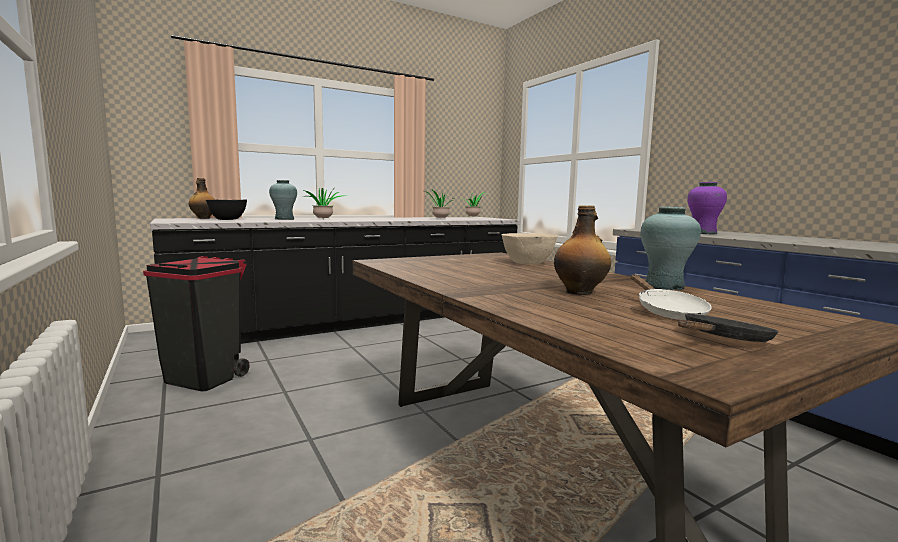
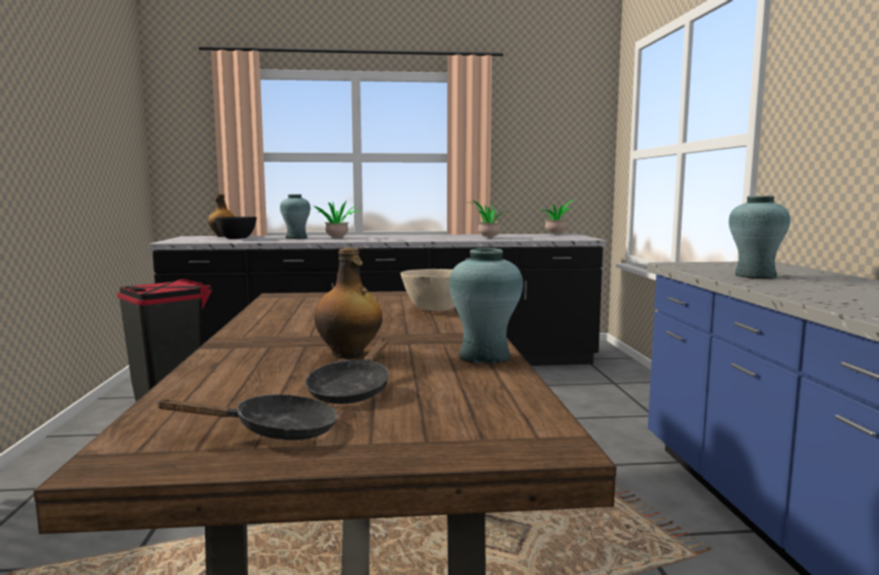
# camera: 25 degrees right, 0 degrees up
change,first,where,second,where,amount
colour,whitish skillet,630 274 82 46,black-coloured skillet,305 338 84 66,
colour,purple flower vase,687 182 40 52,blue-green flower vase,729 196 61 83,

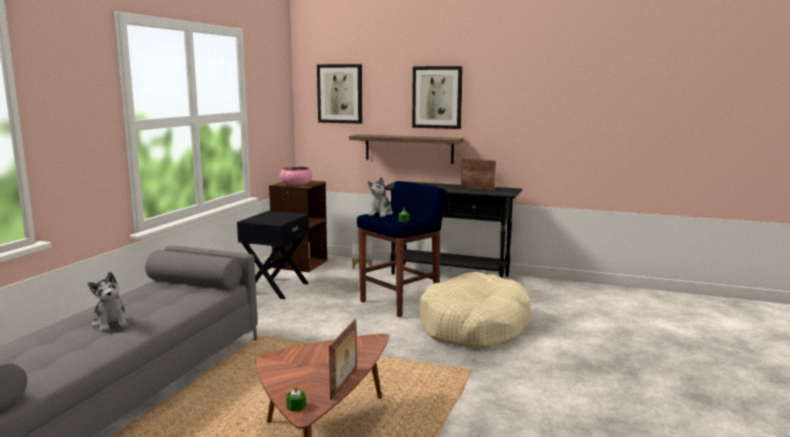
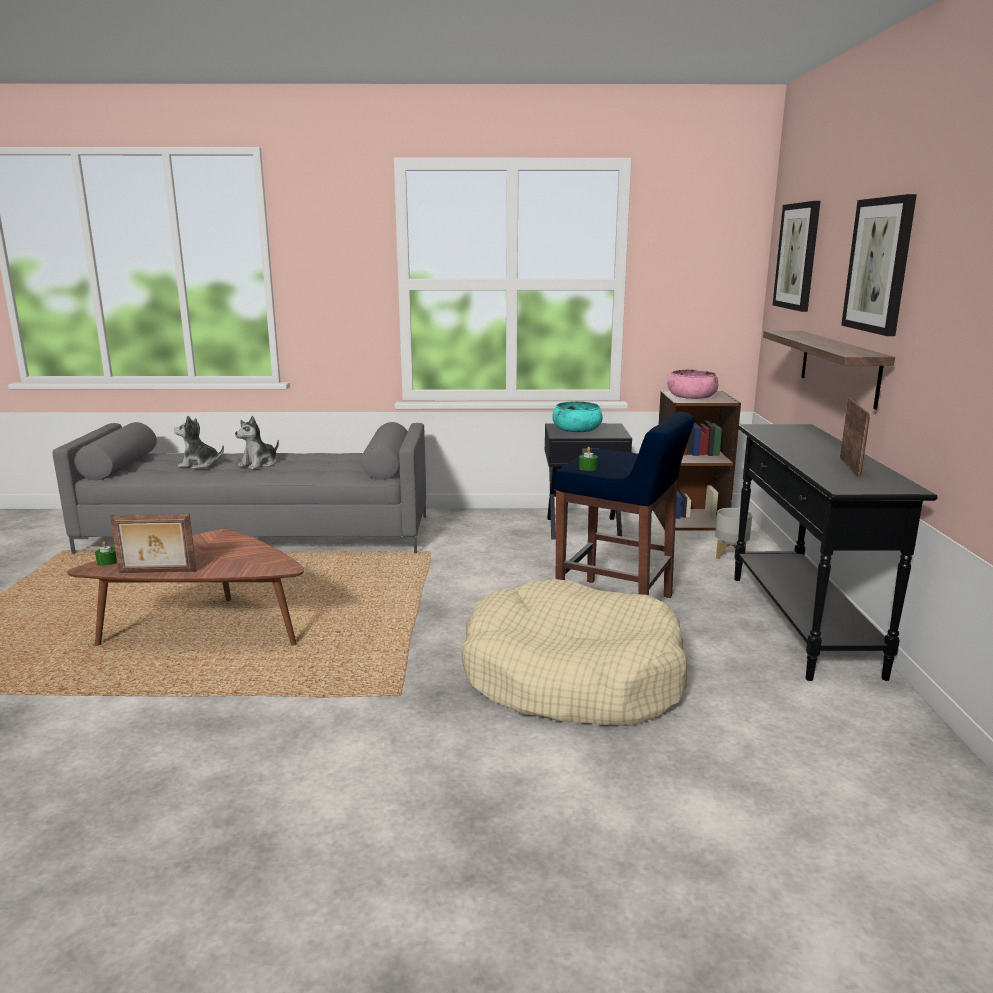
# camera: 70 degrees right, 5 degrees up
change,first,where,second,where,amount
appeared,,,blue-green serving bowl,552 401 51 31,
relocated,soft toy,368 177 25 40,,174 416 50 53,

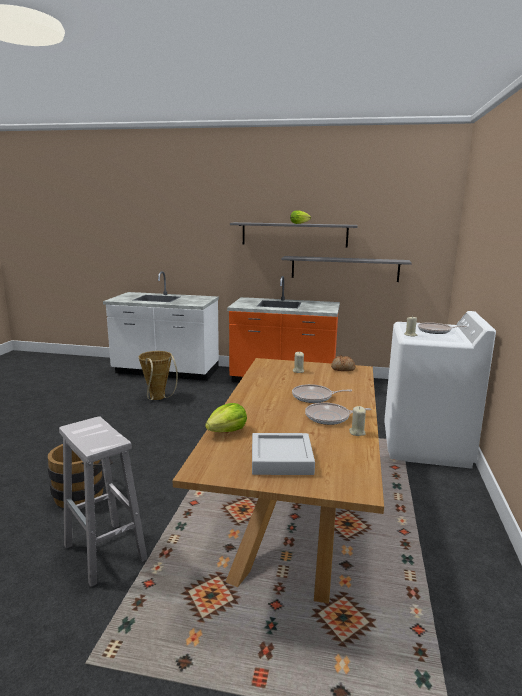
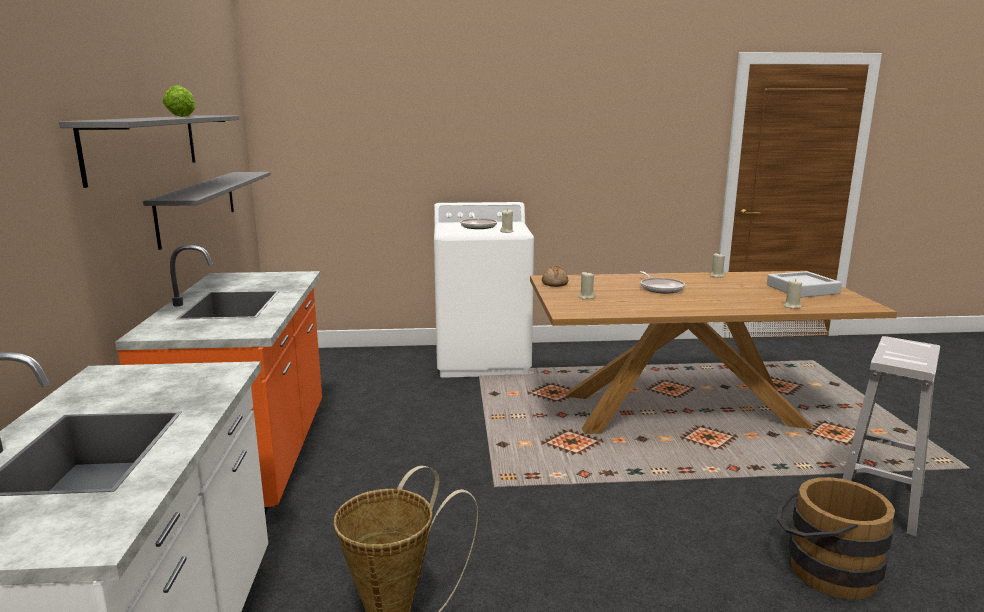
# camera: 105 degrees left, 0 degrees up
change,first,where,second,where,amount
missing,skillet,305 403 66 22,,,
exchanged,lettuce head,205 403 42 29,beige-coloured candle,784 280 18 29,

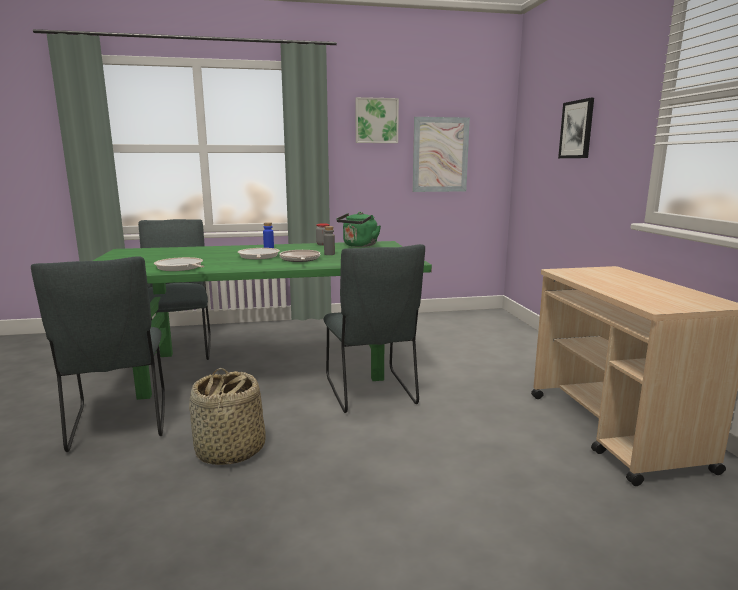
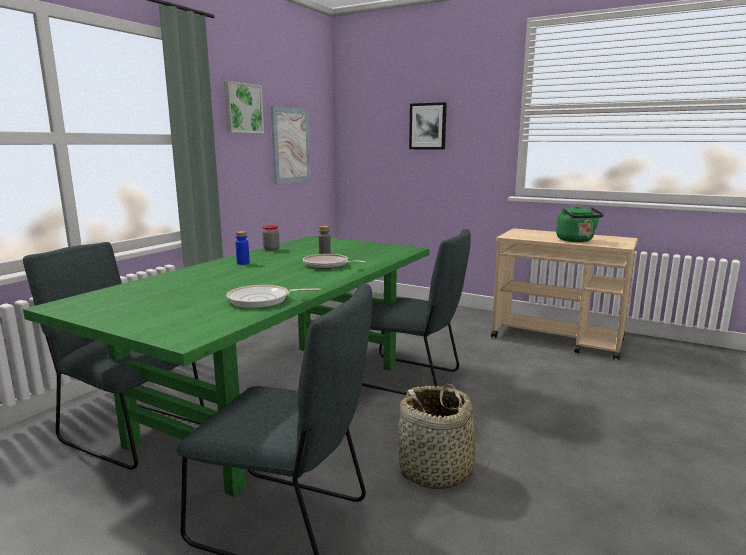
# camera: 50 degrees left, 0 degrees up
change,first,where,second,where,amount
missing,skillet,238 248 42 11,,,
relocated,green water kettle,336 212 45 35,,556 205 48 37,

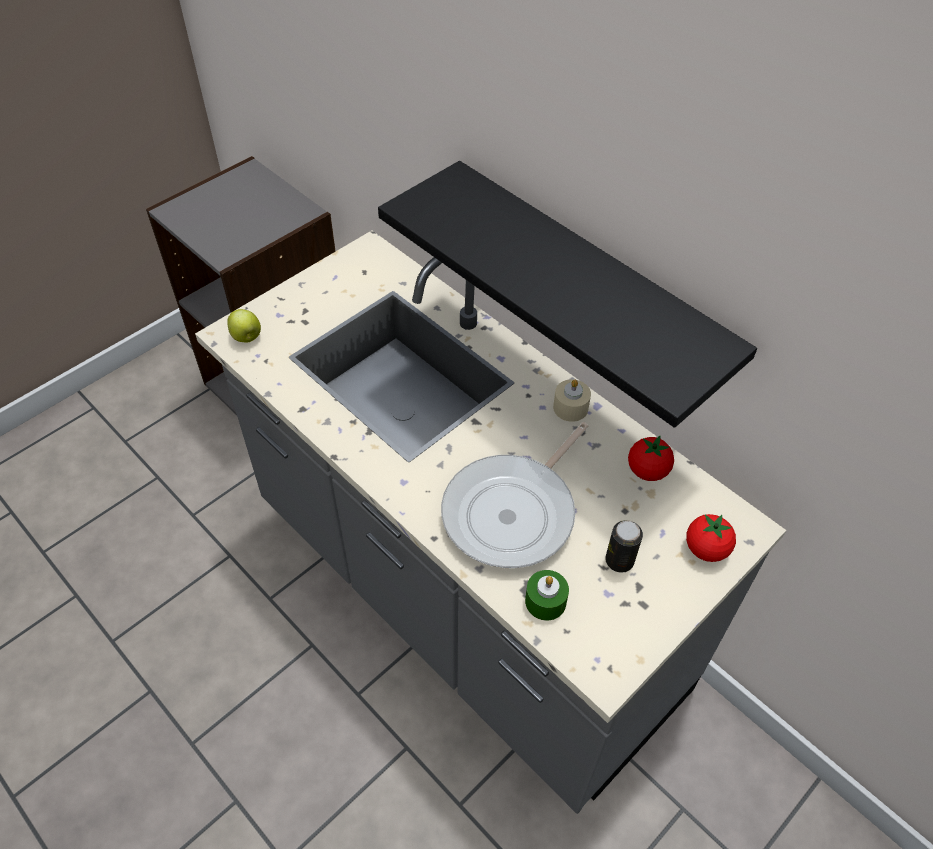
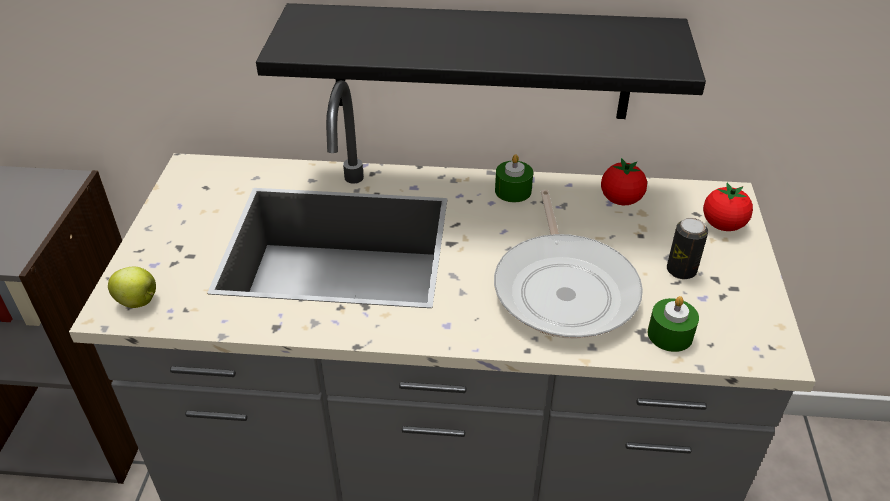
# camera: 40 degrees left, 10 degrees down
change,first,where,second,where,amount
colour,beige-coloured candle,553 379 38 43,green candle,495 154 38 48,

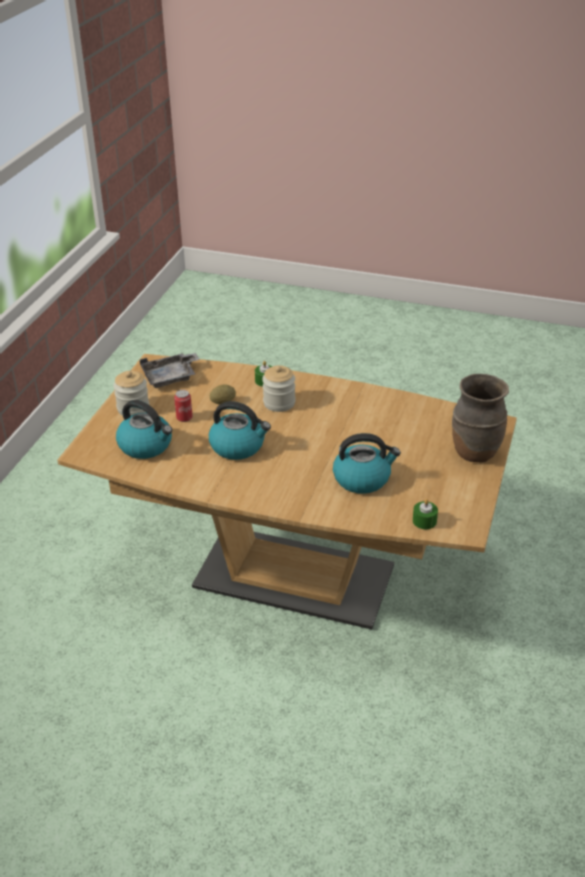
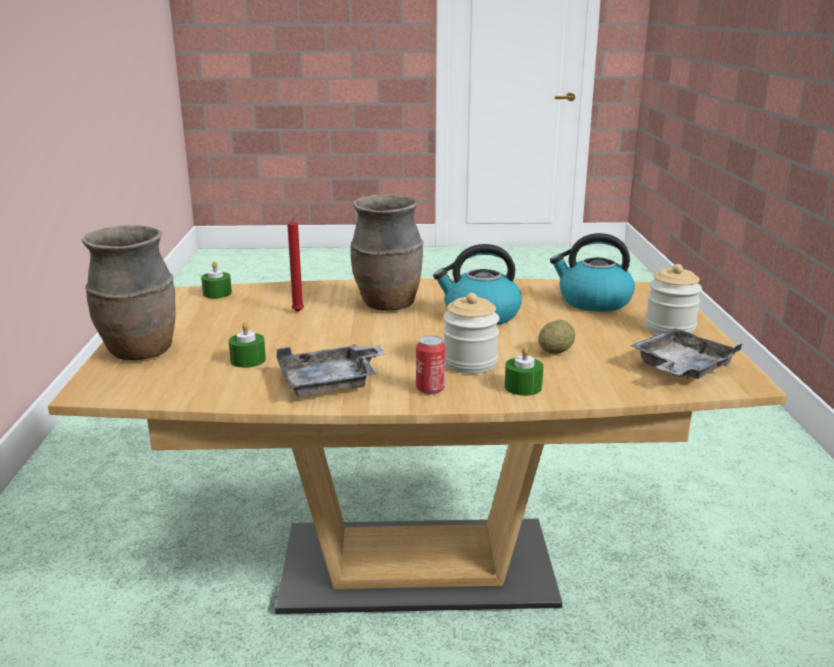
# camera: 160 degrees right, 15 degrees down
change,first,where,second,where,amount
appeared,,,green candle,229 322 37 46,
appeared,,,greyish serving tray,277 345 108 51,
appeared,,,brown-coloured flower vase,351 194 73 117,
relocated,sealed can,174 390 19 32,,416 335 30 60,
exchanged,water kettle,333 433 68 61,reddish candle,287 212 17 100,

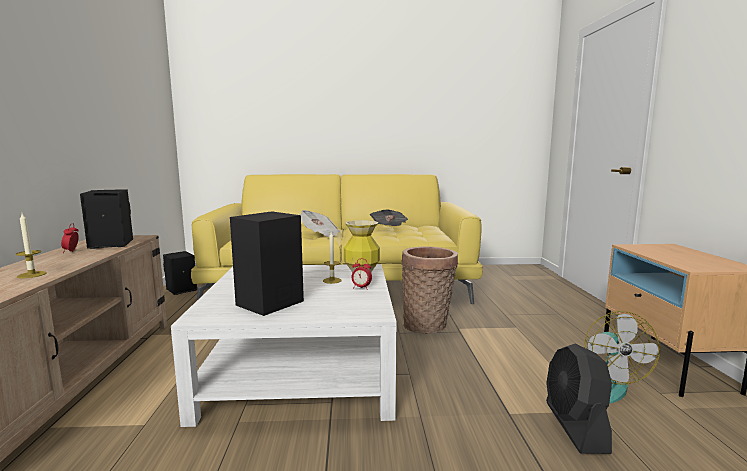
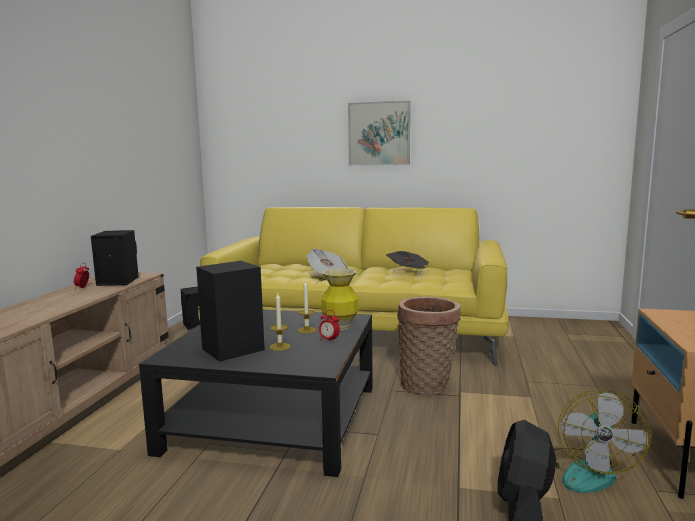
# camera: 15 degrees right, 0 degrees up
change,first,where,second,where,amount
appeared,,,wall art,348 101 62 64,
relocated,candle,16 214 31 64,,270 293 20 58,
colour,whitish coffee table,171 264 226 163,black-coloured coffee table,139 310 234 167,

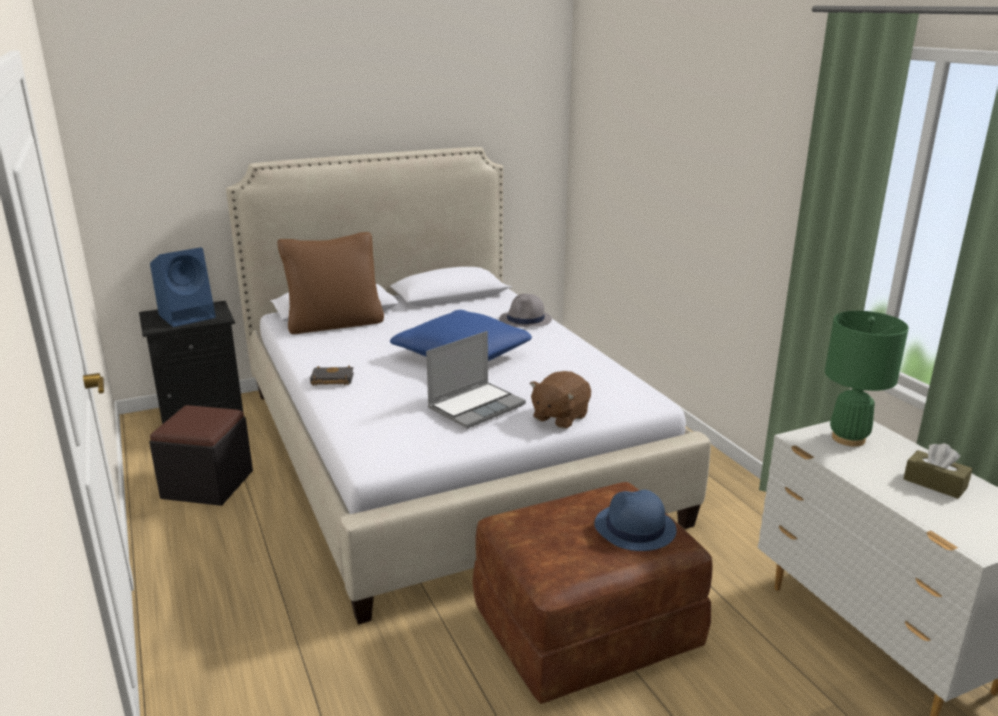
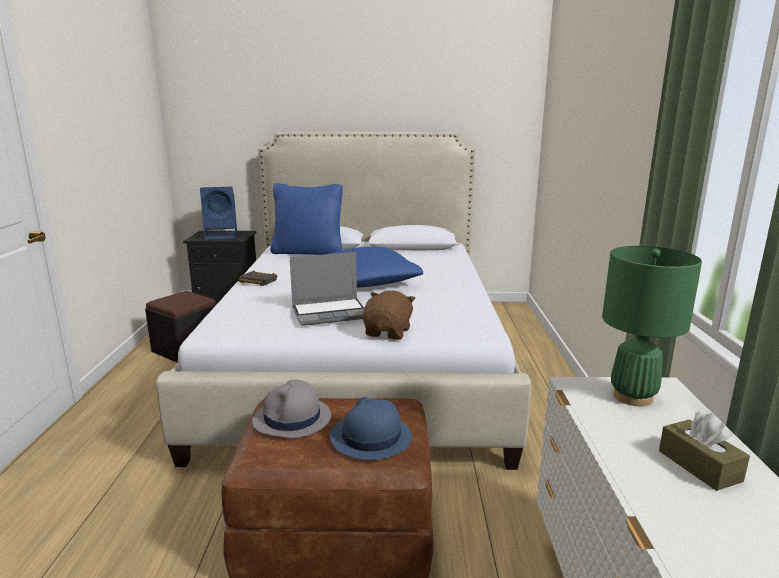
# camera: 25 degrees right, 5 degrees down
change,first,where,second,where,amount
relocated,greyish clothing hat,499 294 53 33,,252 379 79 59,
colour,brown-coloured throw pillow,277 232 107 102,bluish throw pillow,270 183 73 72,
spun,brown-coloured soft toy,530 371 61 58,,363 290 53 50,135 degrees clockwise

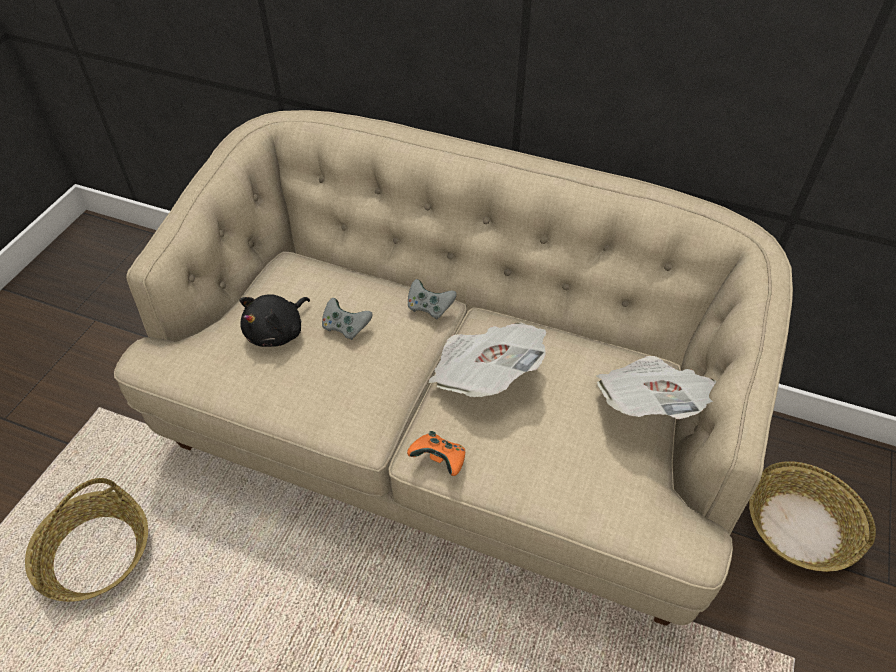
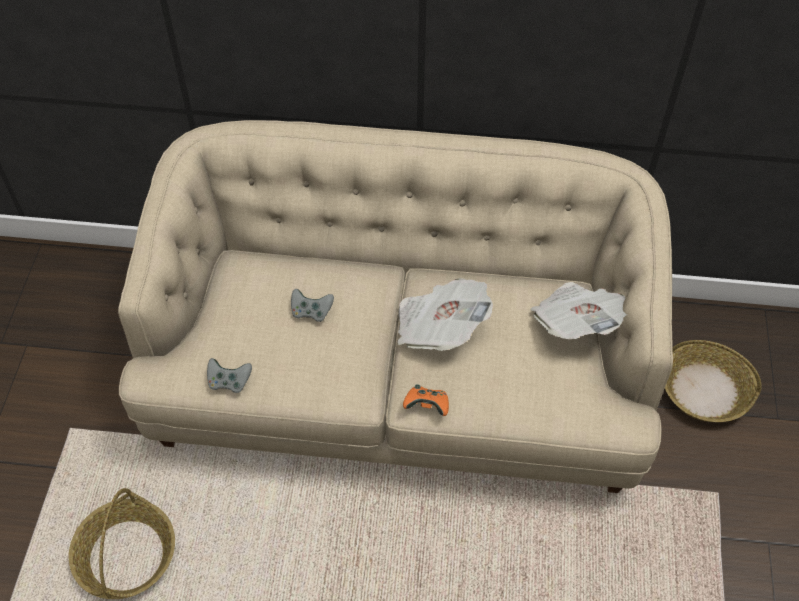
# camera: 15 degrees left, 5 degrees up
change,first,where,second,where,amount
missing,black-coloured soft toy,239 294 71 53,,,
relocated,greyish game controller,408 279 49 40,,207 358 45 35,

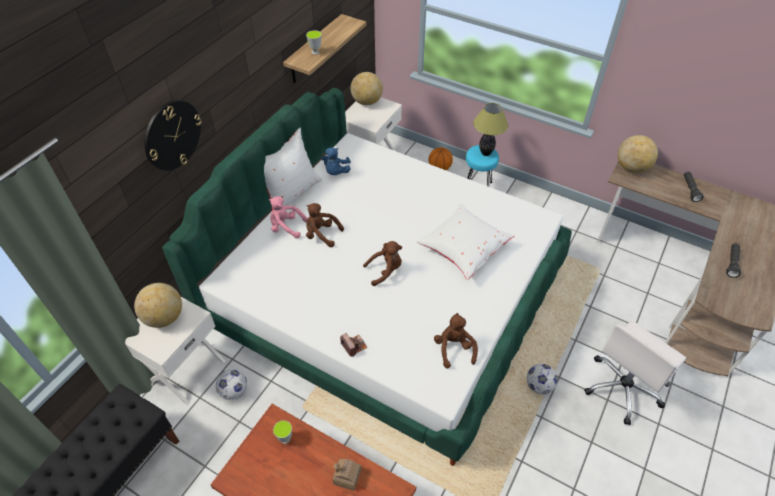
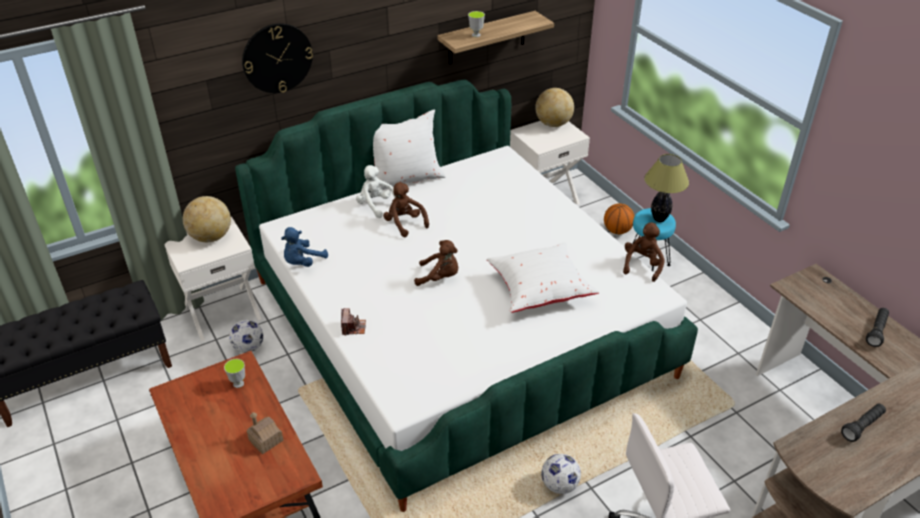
# camera: 30 degrees right, 10 degrees down
change,first,where,second,where,amount
missing,desk globe,618 135 40 38,,,
relocated,bluish soft toy,321 147 30 28,,281 227 47 40,
relocated,brown-coloured soft toy,434 313 44 56,,623 222 42 60,
colour,pink soft toy,269 196 39 43,whitish soft toy,356 165 40 53,

